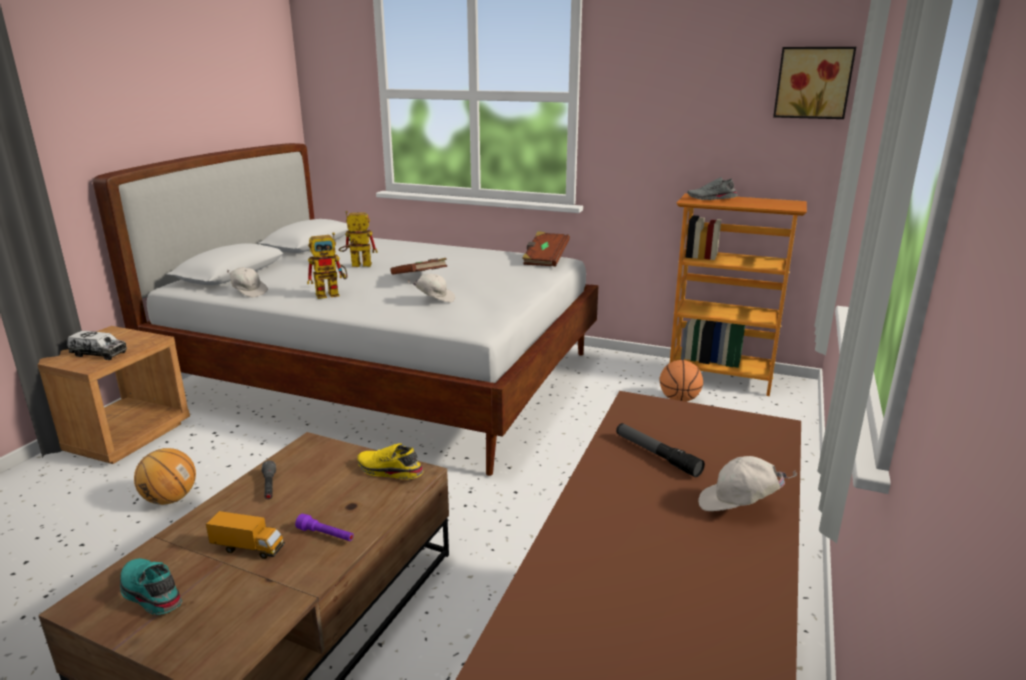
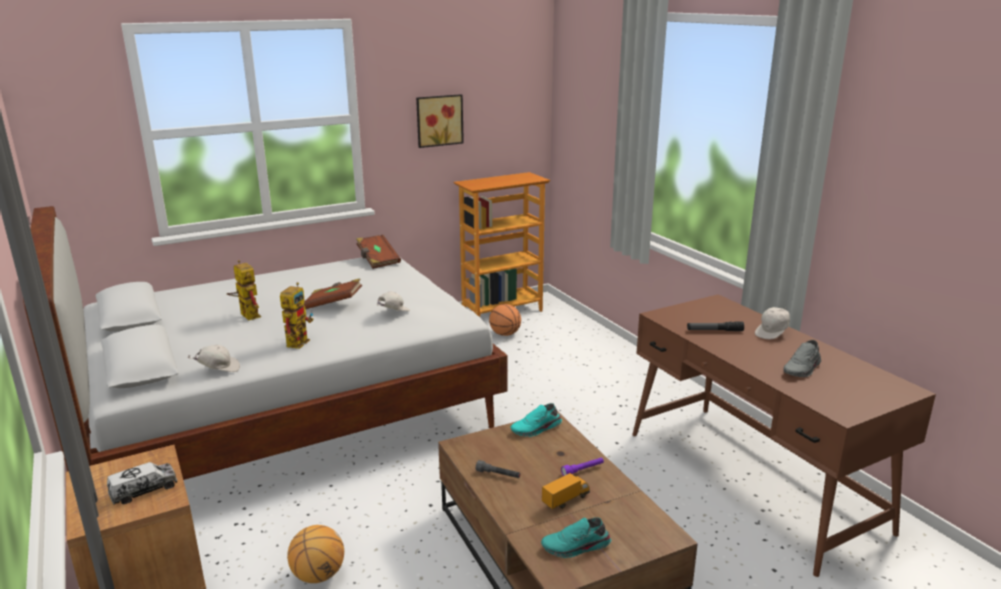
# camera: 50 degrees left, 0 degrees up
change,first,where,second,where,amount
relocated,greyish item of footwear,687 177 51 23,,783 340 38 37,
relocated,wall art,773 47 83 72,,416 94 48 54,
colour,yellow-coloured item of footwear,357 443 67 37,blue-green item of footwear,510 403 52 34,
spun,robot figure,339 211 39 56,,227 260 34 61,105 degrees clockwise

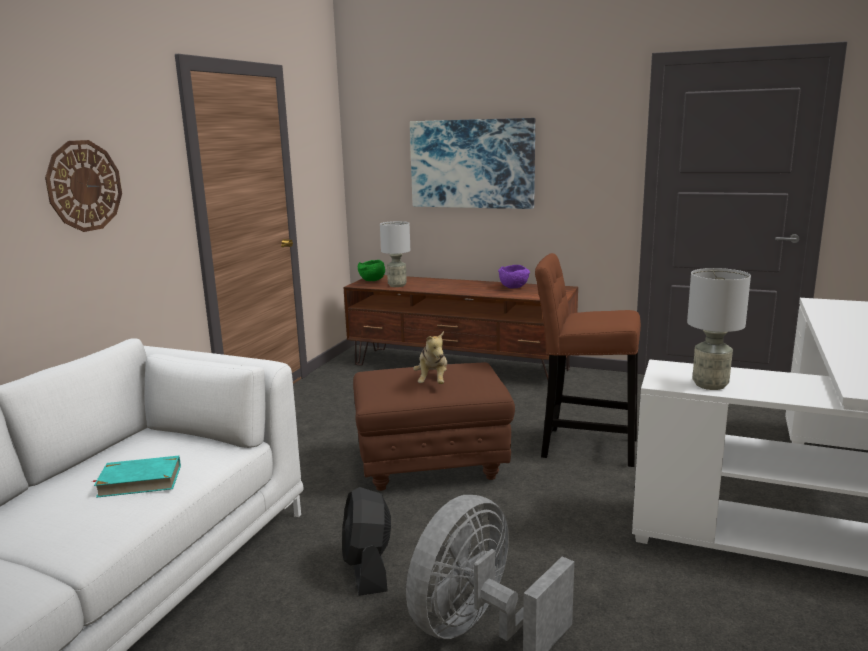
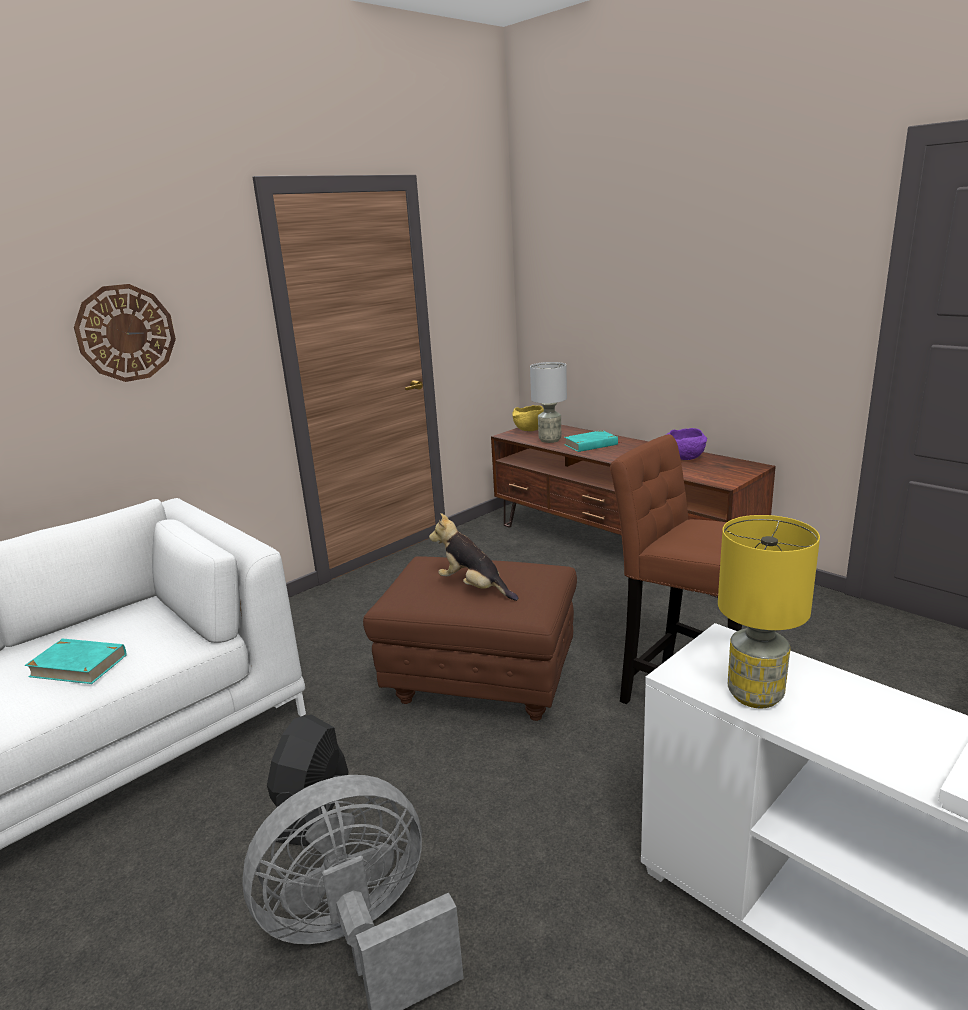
# camera: 25 degrees right, 5 degrees up
change,first,where,second,where,amount
missing,wall art,410 118 125 91,,,
appeared,,,blue-green bound book,564 430 54 22,
colour,green serving bowl,358 260 27 21,yellow-coloured serving bowl,512 405 32 26,
colour,greyish table lamp,687 268 64 122,yellow-coloured table lamp,718 515 102 193,
spun,soft toy,413 331 34 53,,429 513 90 88,105 degrees clockwise

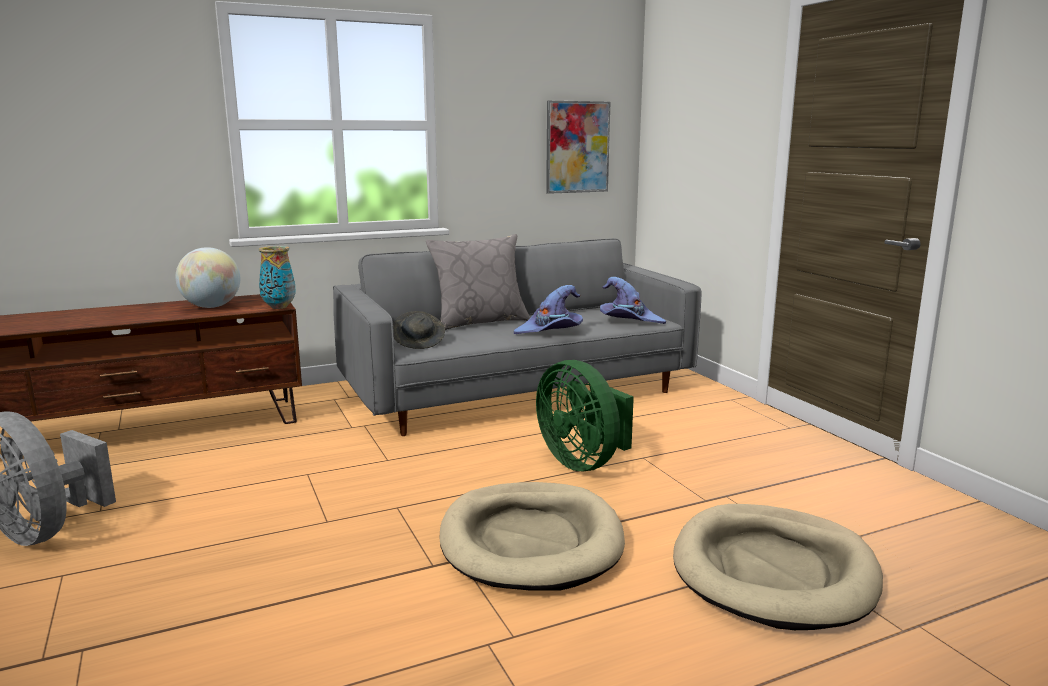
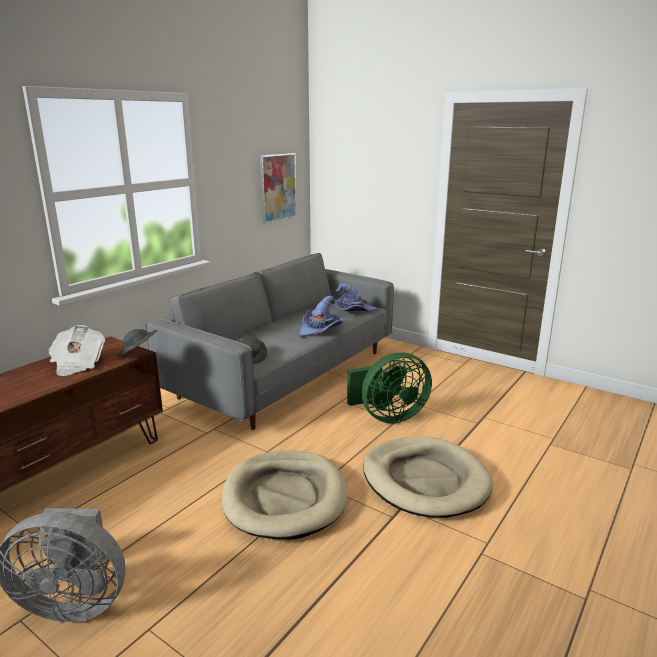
# camera: 30 degrees left, 5 degrees up
change,first,where,second,where,amount
missing,greyish throw pillow,426 234 104 96,,,
relocated,beige-coloured dog cushion,673 504 210 126,,221 451 126 89,
exchanged,desk globe,175 247 65 61,newspaper,48 325 57 51,
exchanged,flower vase,259 246 37 63,greyish clothing hat,118 329 40 27,
spun,green electric fan,536 360 98 111,,347 352 85 72,45 degrees counterclockwise

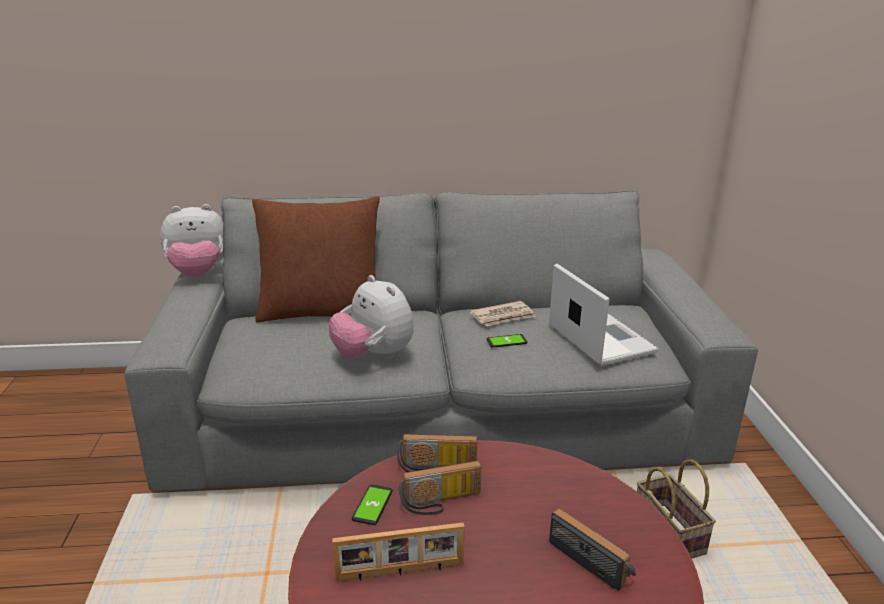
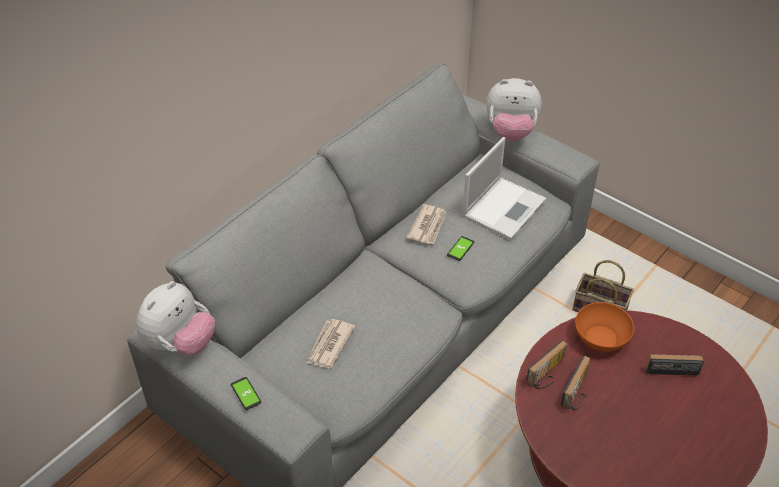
# camera: 45 degrees left, 20 degrees up
change,first,where,second,where,amount
missing,brown-coloured throw pillow,252 196 128 126,,,
missing,standing frame,332 523 133 59,,,
appeared,,,newspaper,306 319 49 49,
appeared,,,orange-coloured serving bowl,575 302 59 50,
relocated,soft toy,329 275 85 84,,486 78 56 63,
relocated,handset,352 485 41 40,,231 377 30 33,
spun,portable computer,549 264 110 102,,462 137 84 103,105 degrees clockwise

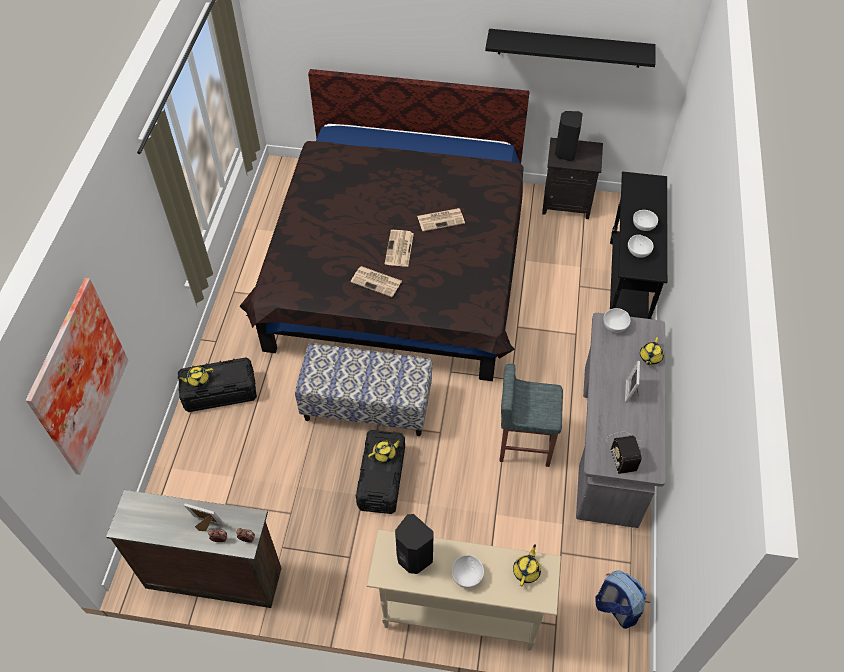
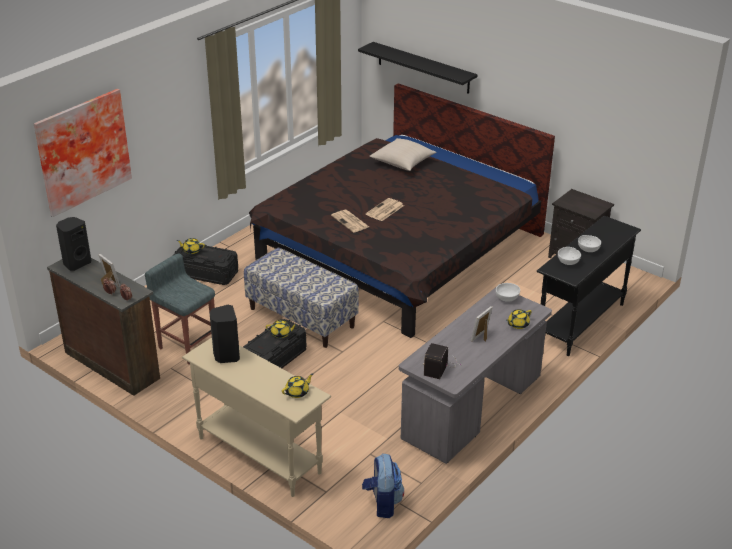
# camera: 30 degrees right, 20 degrees down
change,first,where,second,where,amount
missing,newspaper,417 208 48 23,,,
missing,whitish serving bowl,452 555 32 33,,,
appeared,,,beige-coloured throw pillow,369 138 68 33,
relocated,black-coloured wall shelf,485 29 171 39,,358 42 120 52,
relocated,greyish stool,499 364 64 103,,145 254 70 111,
relocated,black-coloured audio speaker,555 111 28 50,,56 217 35 54,

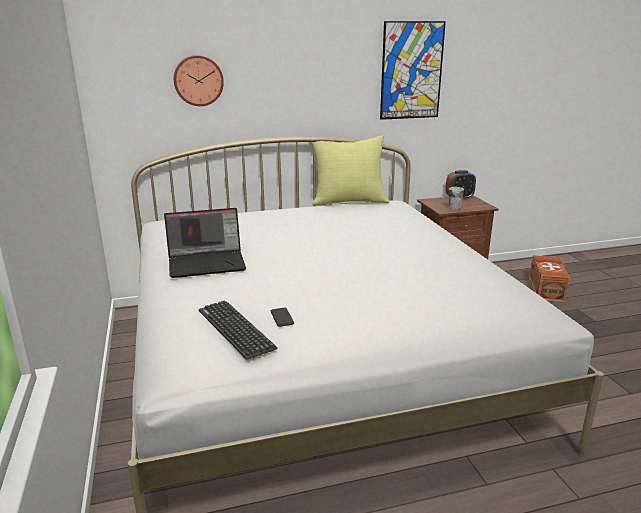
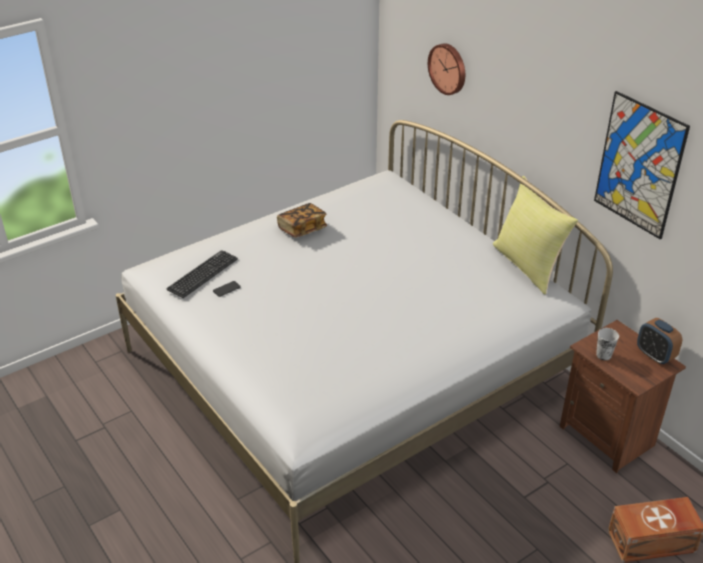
# camera: 70 degrees right, 15 degrees up
change,first,where,second,where,amount
exchanged,portable computer,164 208 82 70,bound book,277 203 50 35,

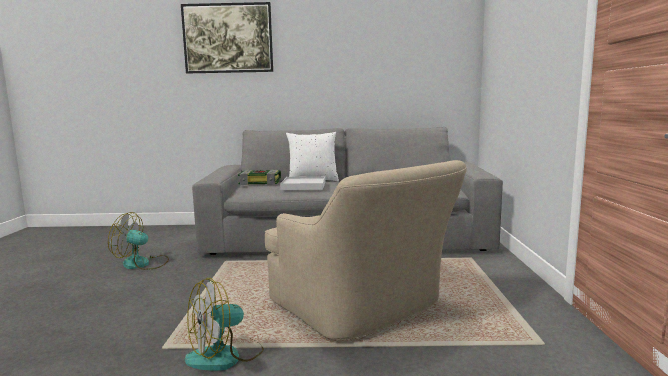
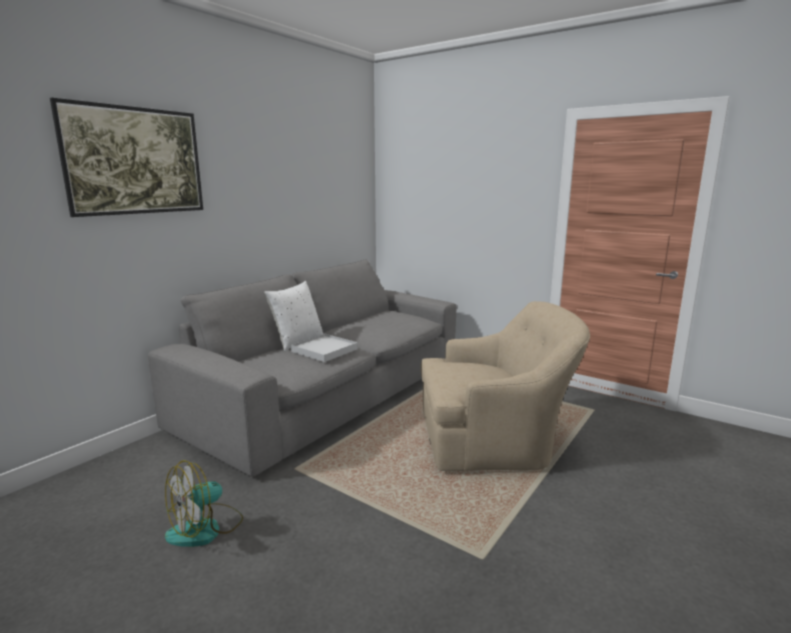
# camera: 55 degrees left, 5 degrees up
change,first,where,second,where,amount
missing,electric fan,185 278 79 93,,,
missing,bound book,238 169 43 16,,,

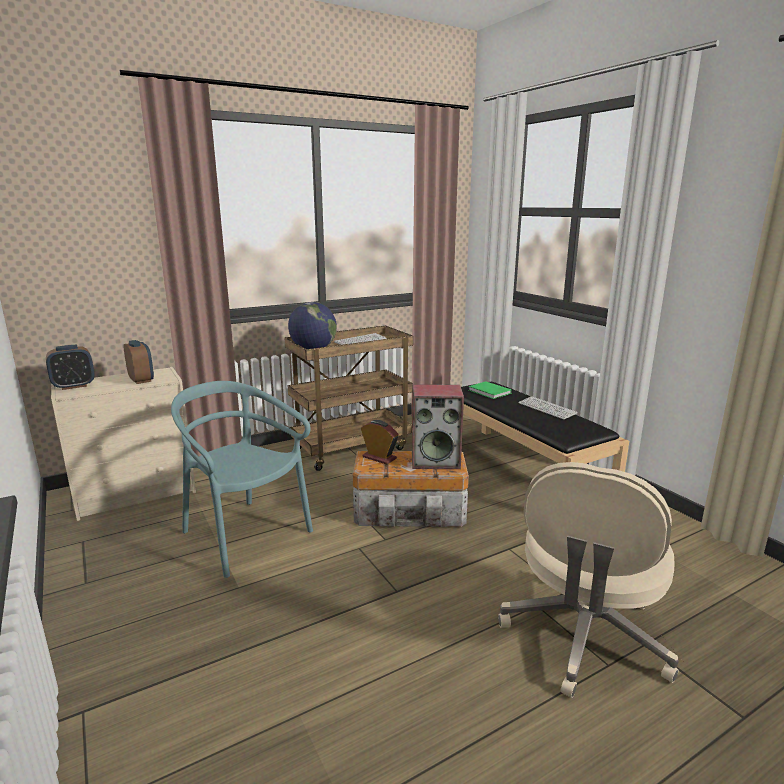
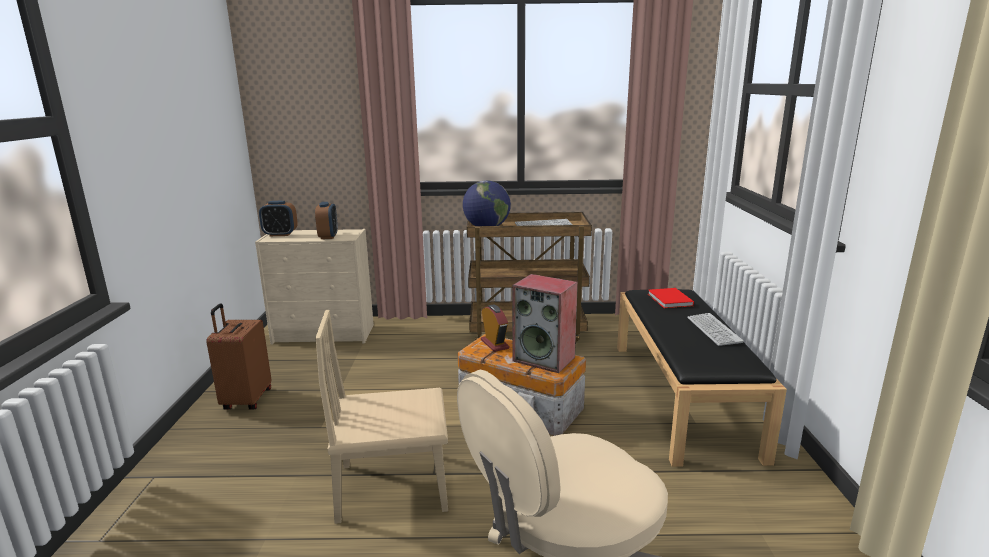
# camera: 30 degrees right, 0 degrees up
change,first,where,second,where,amount
missing,blue-green plain chair,171 381 142 197,,,
appeared,,,brown-coloured piece of luggage,206 303 65 107,
appeared,,,beige-coloured plain chair,315 310 133 214,
colour,green bound book,468 381 44 18,reddish bound book,648 288 46 21,

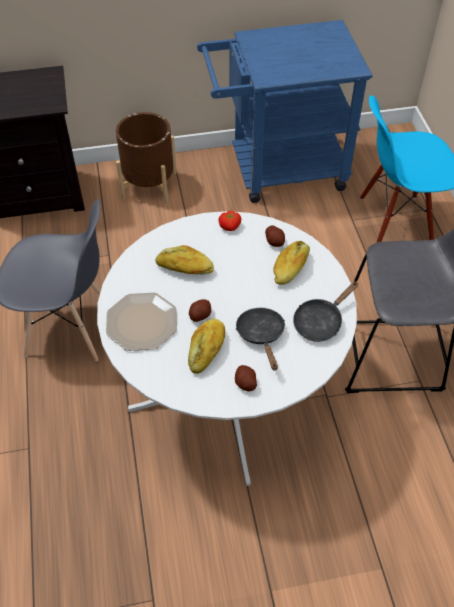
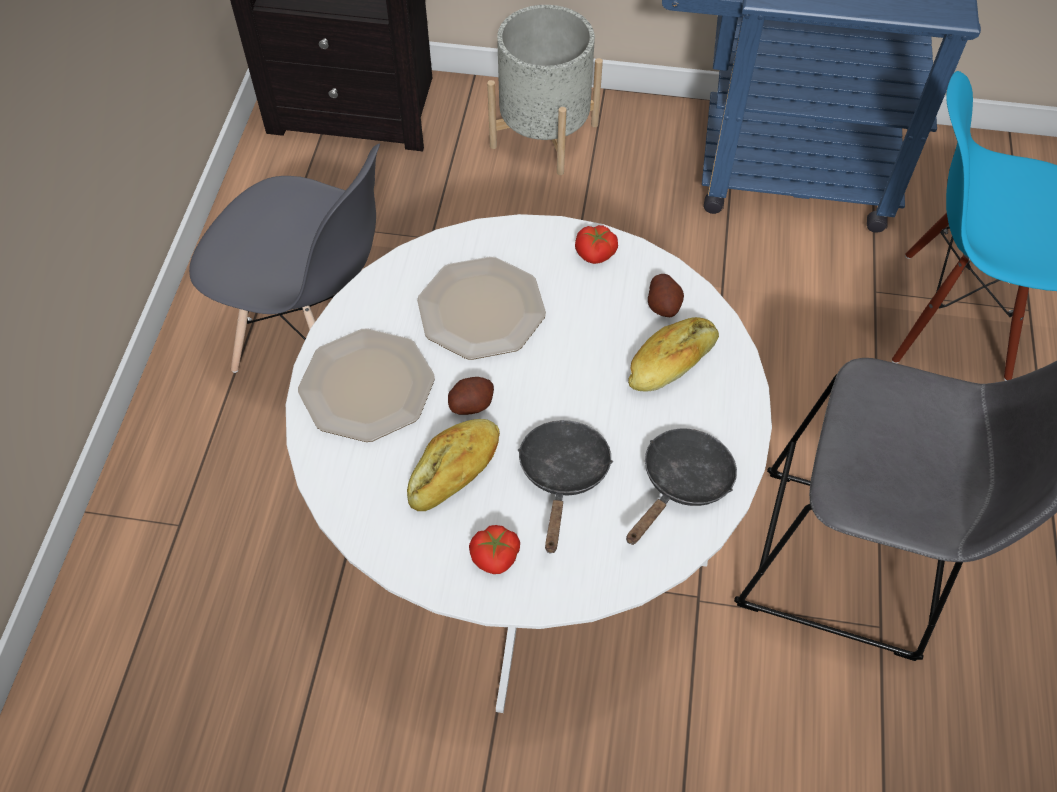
# camera: 20 degrees right, 5 degrees up
change,first,where,second,where,amount
exchanged,baked bread,155 245 59 30,dinner plate,417 256 129 104,
exchanged,whole potato,235 365 22 26,whole tomato,469 525 51 49,
colour,brown-coloured planter,116 112 61 92,greyish planter,487 5 116 170,
spun,black-coloured skillet,293 281 66 61,,626 429 111 116,150 degrees clockwise

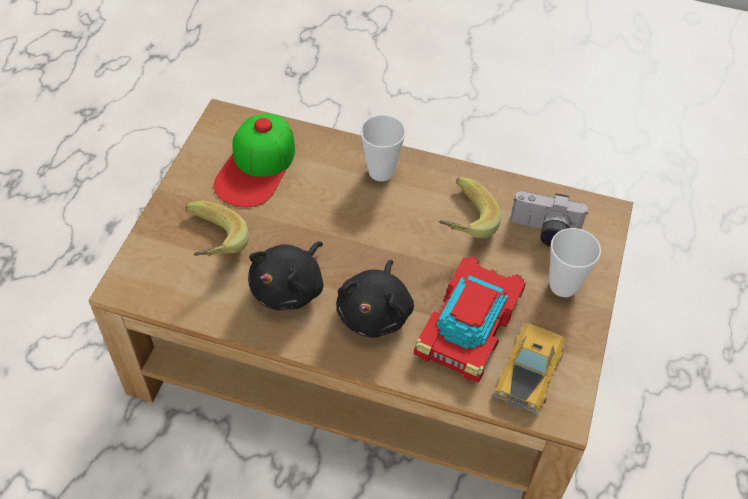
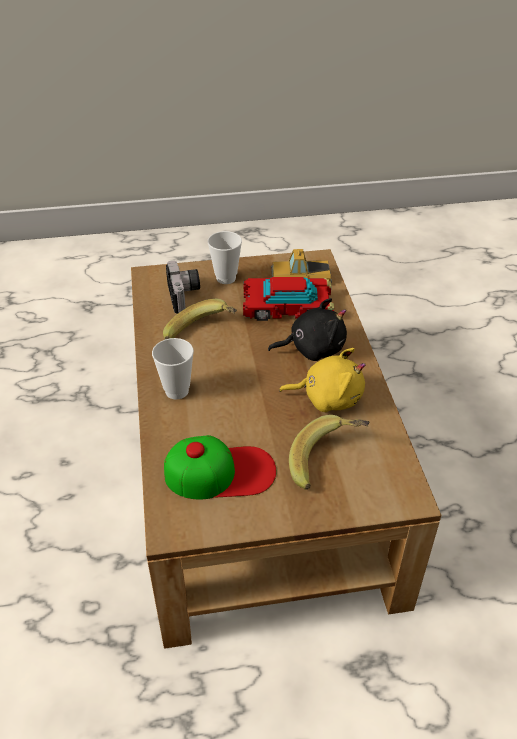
# camera: 115 degrees left, 10 degrees down
change,first,where,second,where,amount
colour,black-coloured soft toy,248 241 76 69,yellow-coloured soft toy,279 348 87 64,

